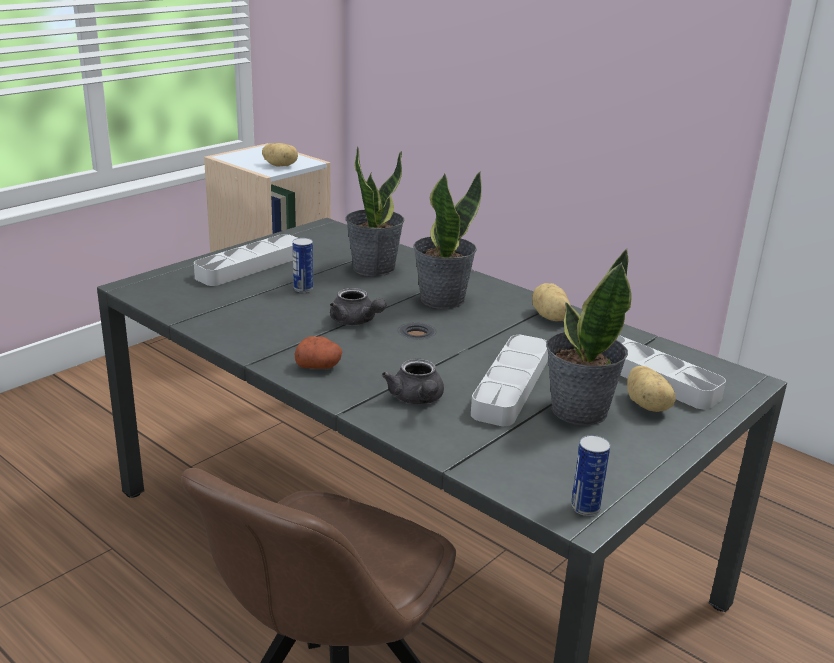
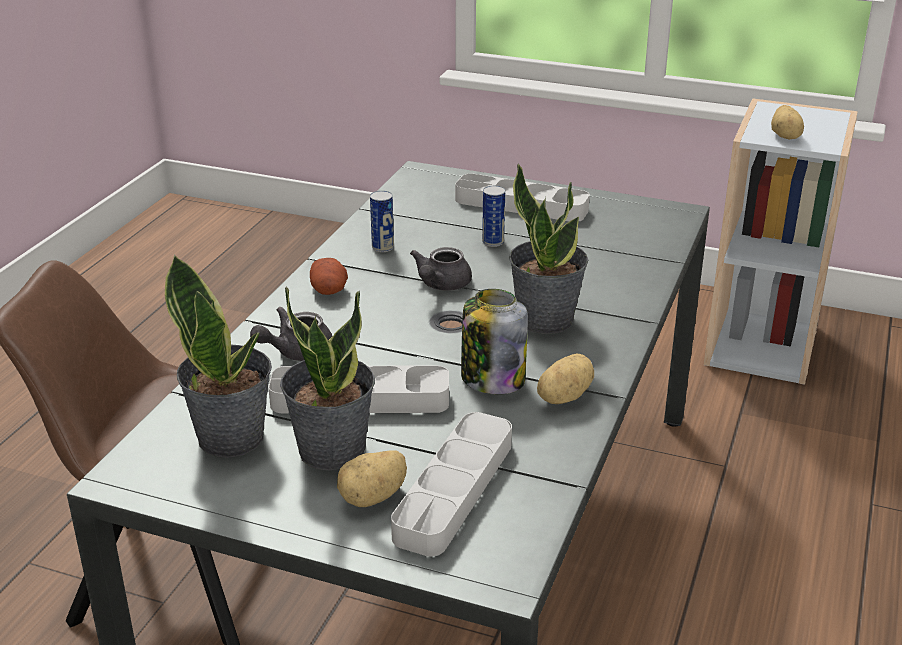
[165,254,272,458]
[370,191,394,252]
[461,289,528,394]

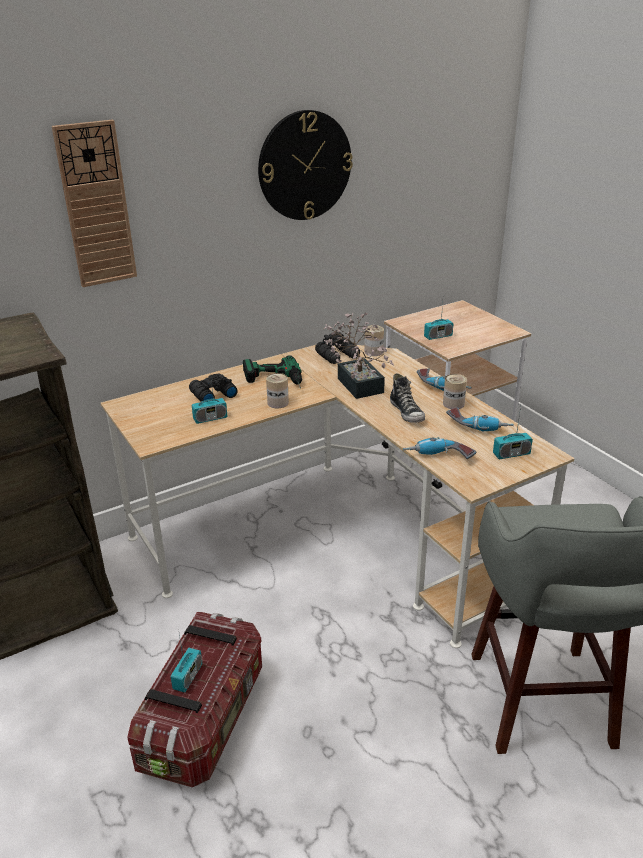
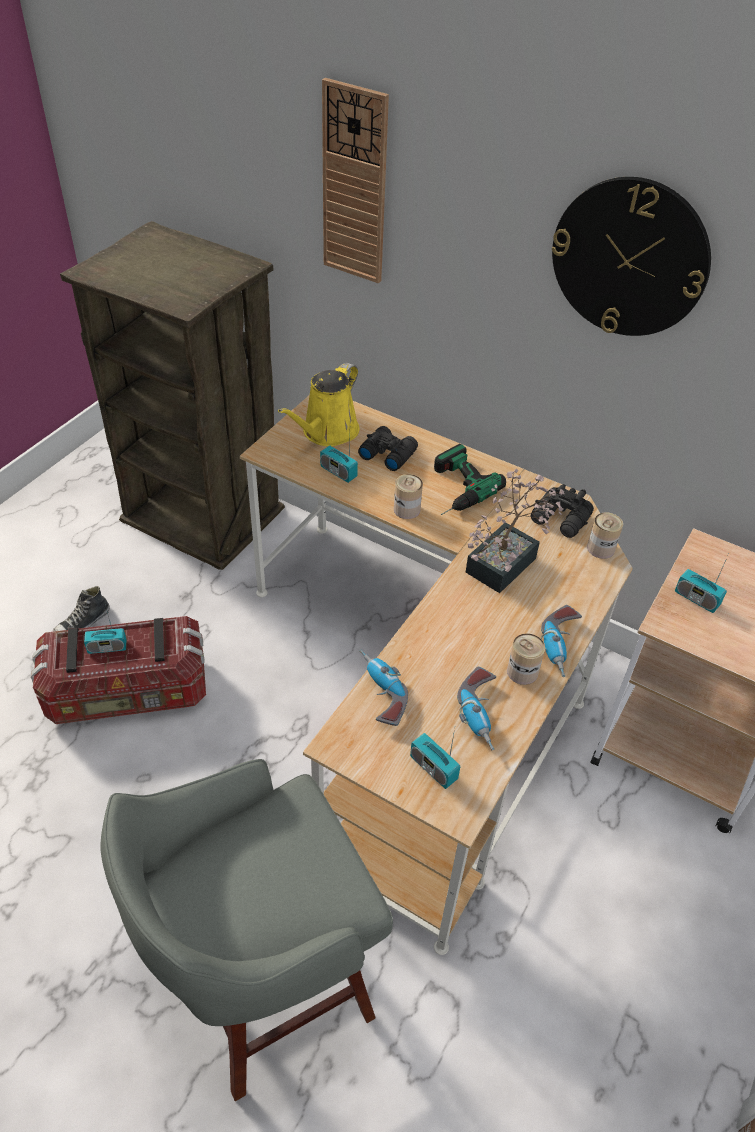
[53,586,110,632]
[278,363,360,447]

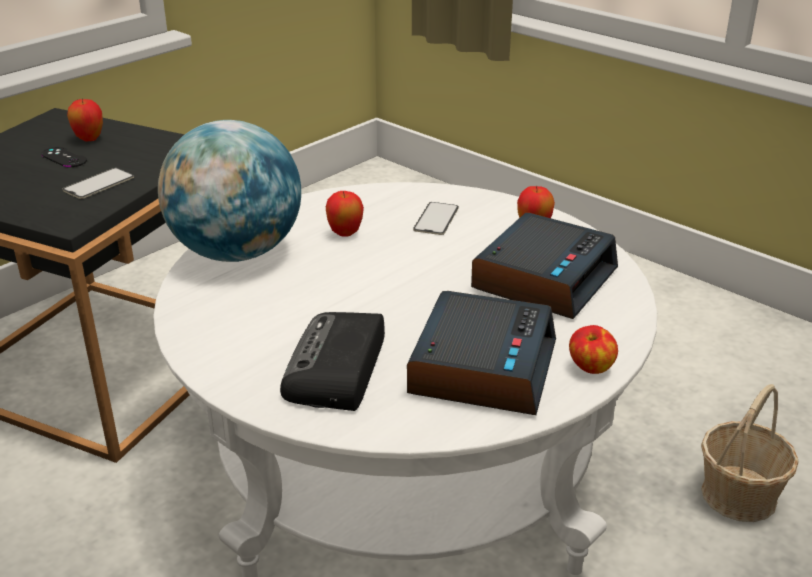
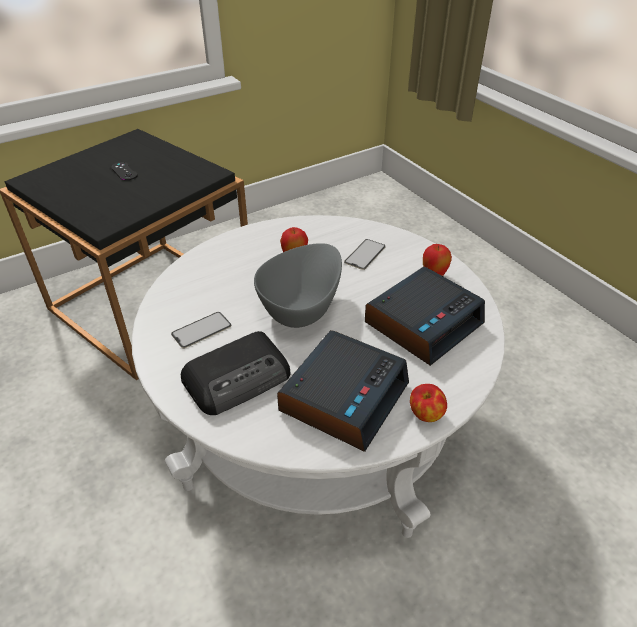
[171,312,231,348]
[181,331,291,415]
[254,243,342,328]
[67,98,103,141] (first image)
[158,120,301,262] (first image)
[701,384,799,522] (first image)

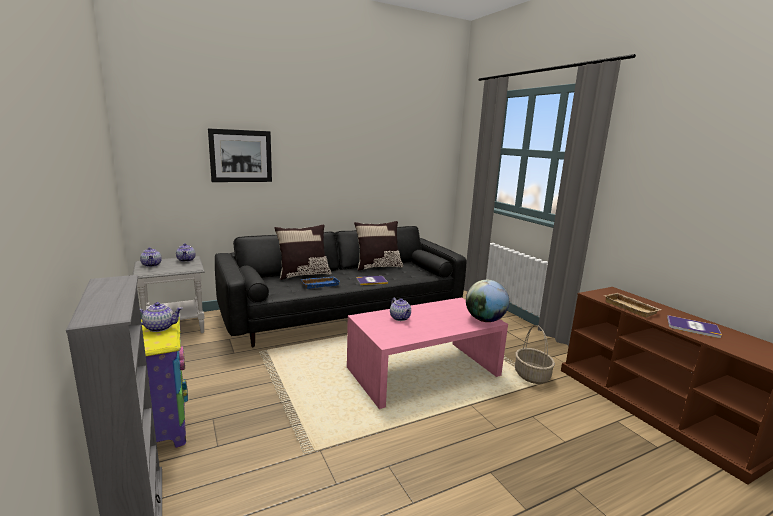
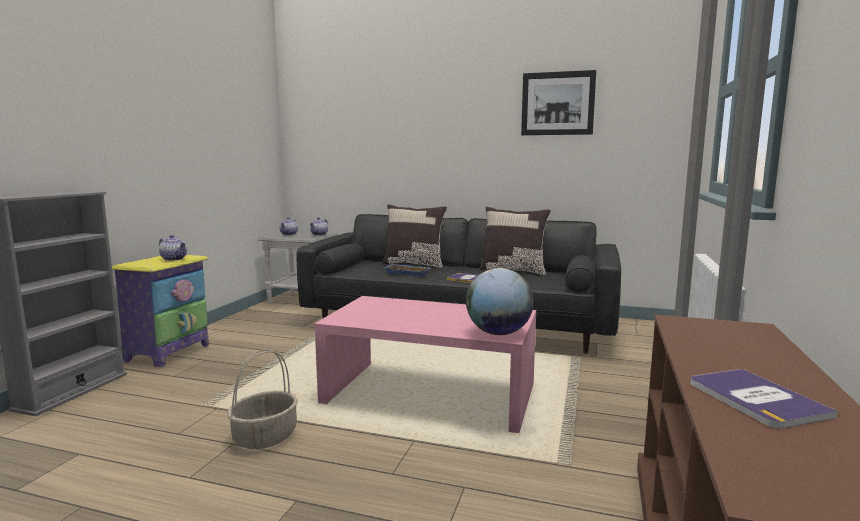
[227,349,298,449]
[521,70,596,135]
[390,298,411,321] (first image)
[604,293,661,318] (first image)

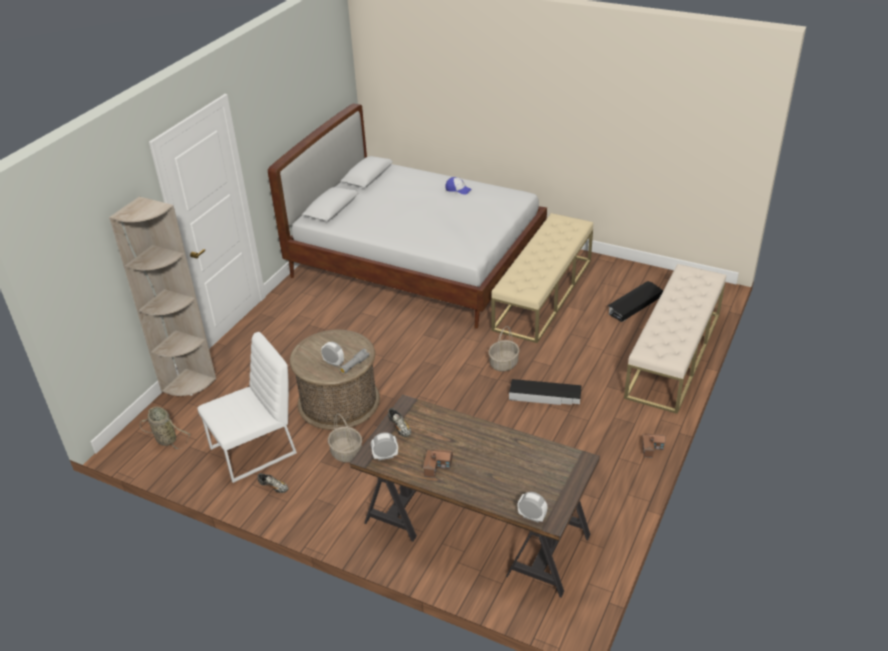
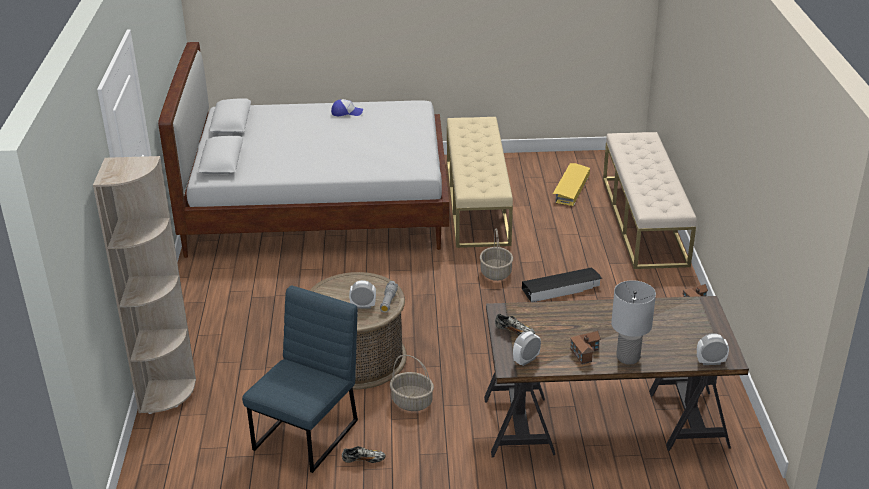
[242,286,358,473]
[553,163,590,206]
[611,280,656,365]
[140,406,190,449] (first image)

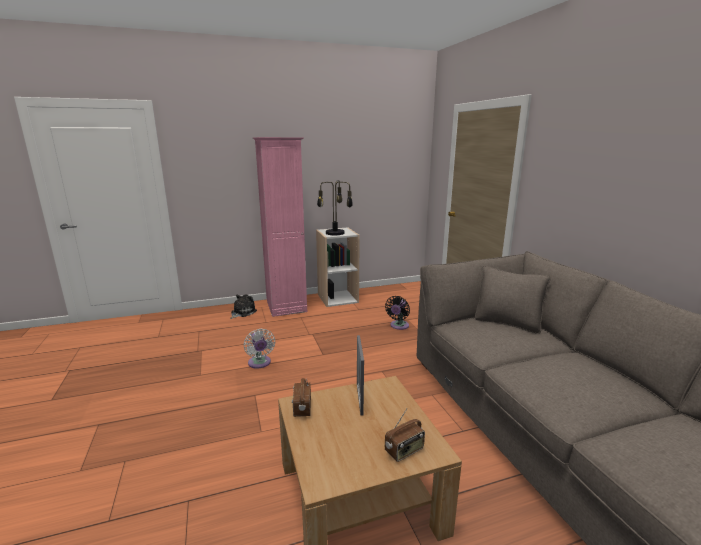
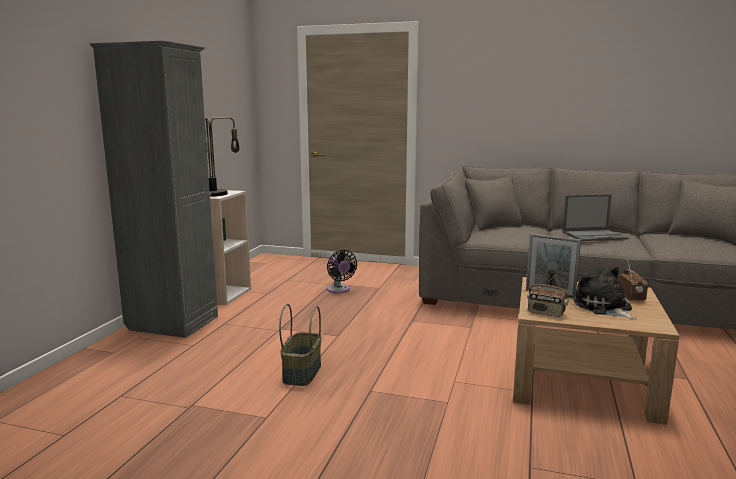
[90,41,218,338]
[279,304,322,386]
[563,194,629,241]
[573,266,637,320]

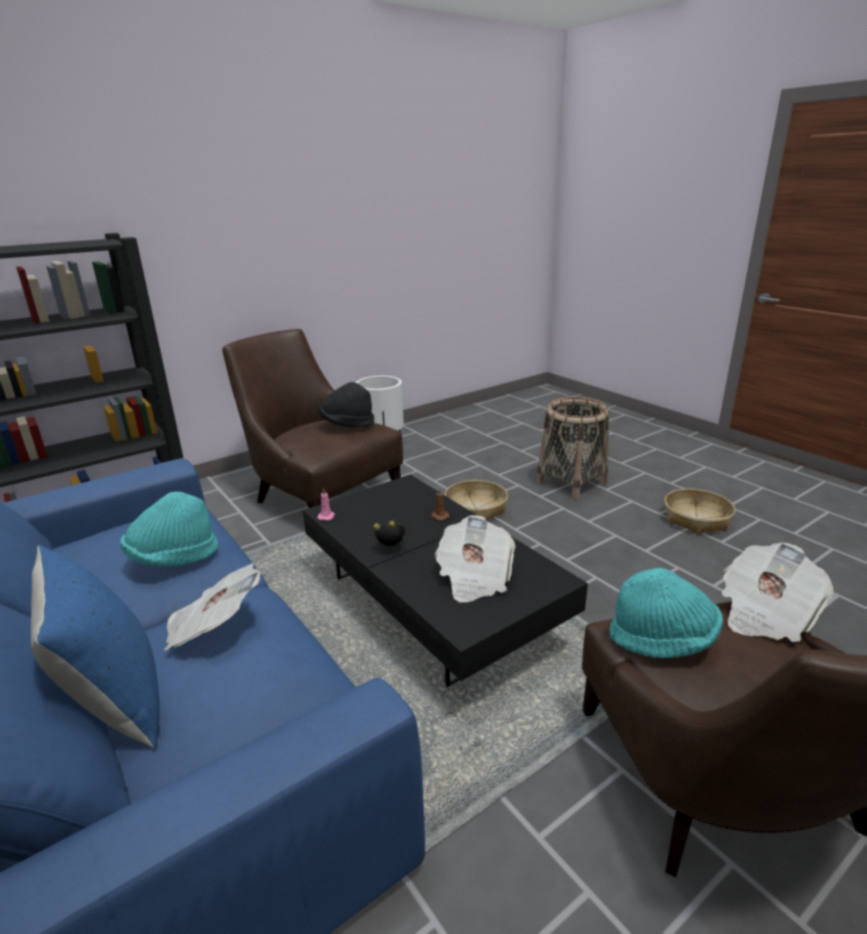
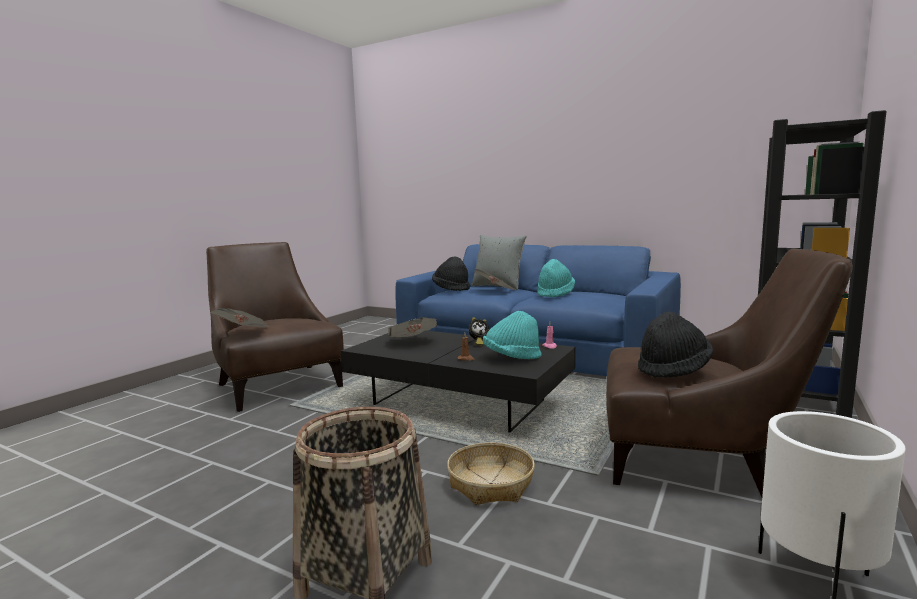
[432,257,470,291]
[471,235,527,290]
[483,311,541,359]
[664,489,735,534] (first image)

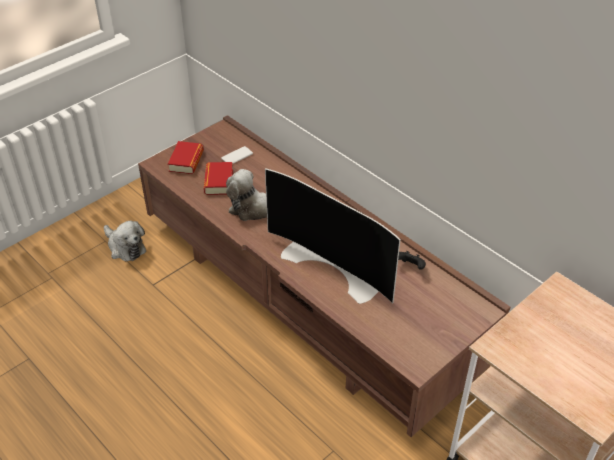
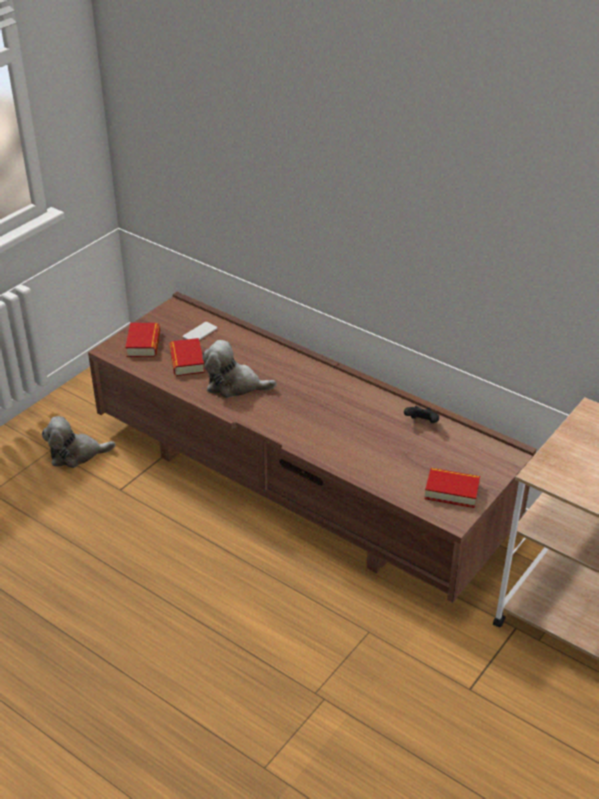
[42,416,116,468]
[424,468,480,508]
[265,169,401,304] (first image)

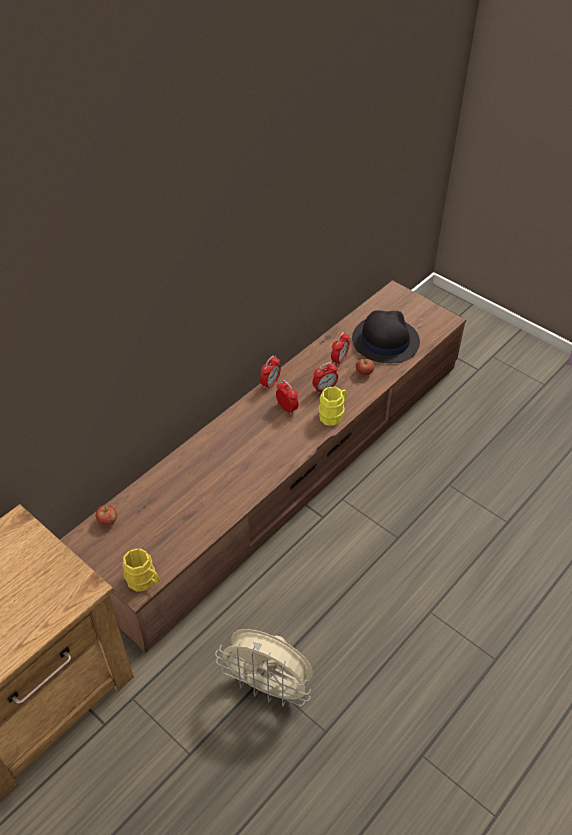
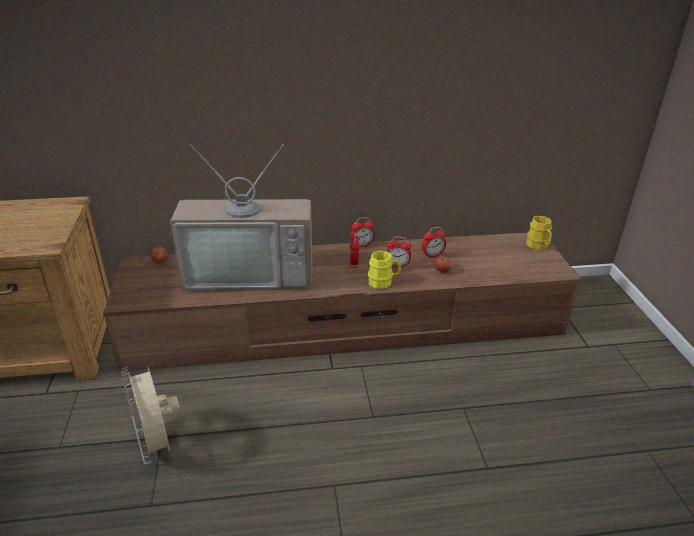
[170,145,312,290]
[526,216,552,250]
[352,310,420,363] (first image)

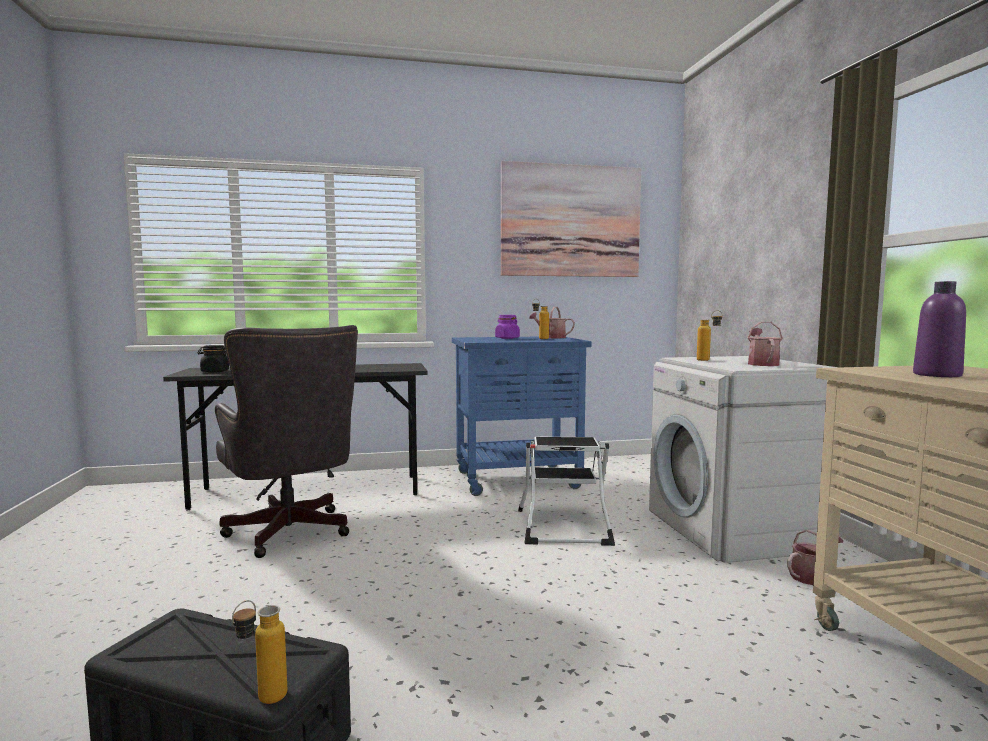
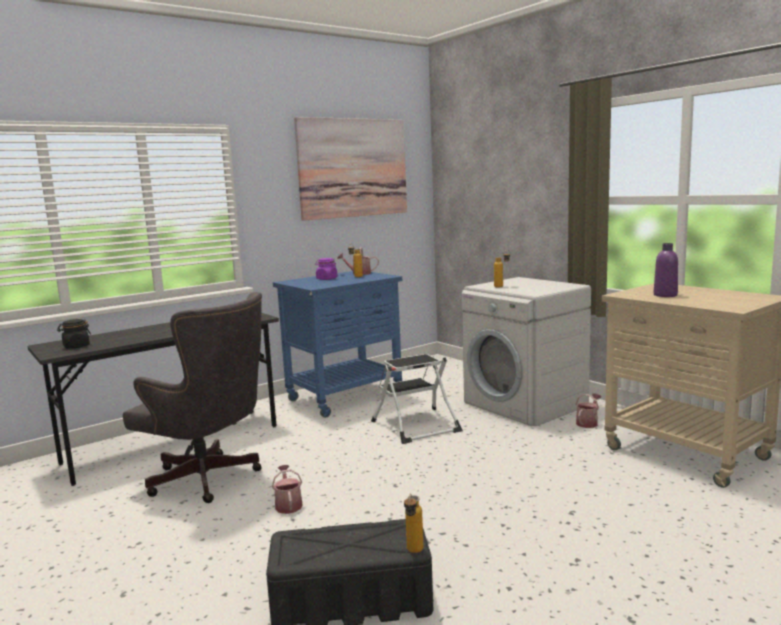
[272,465,303,514]

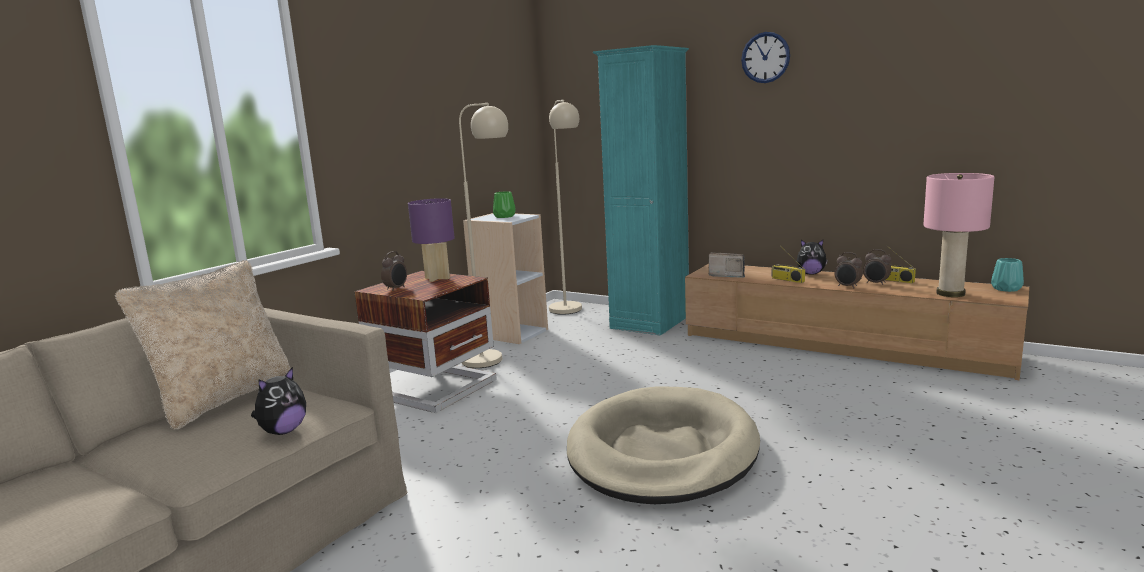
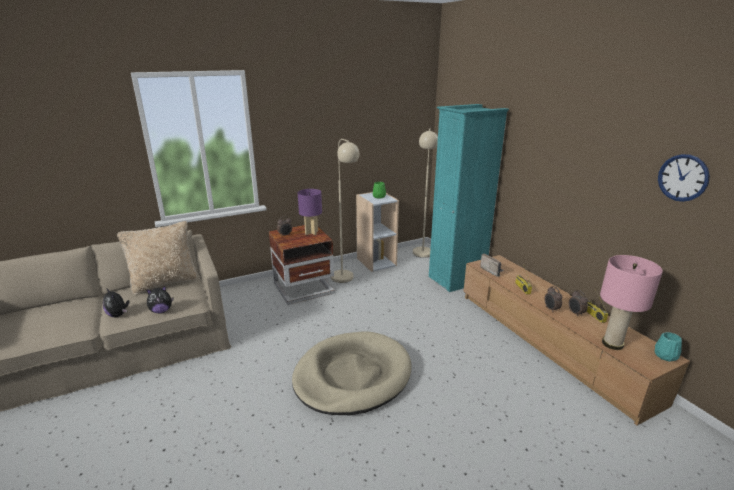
[103,288,130,317]
[658,154,710,202]

